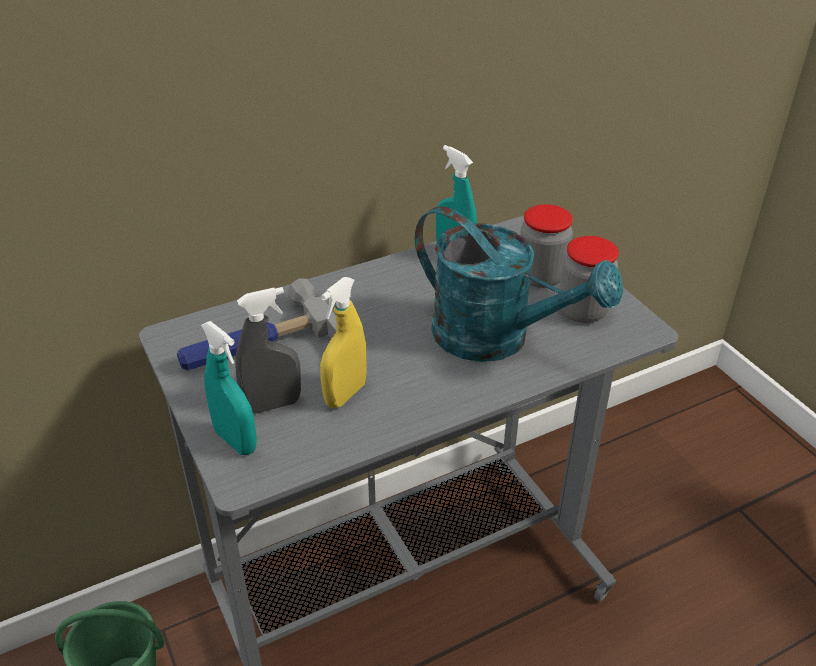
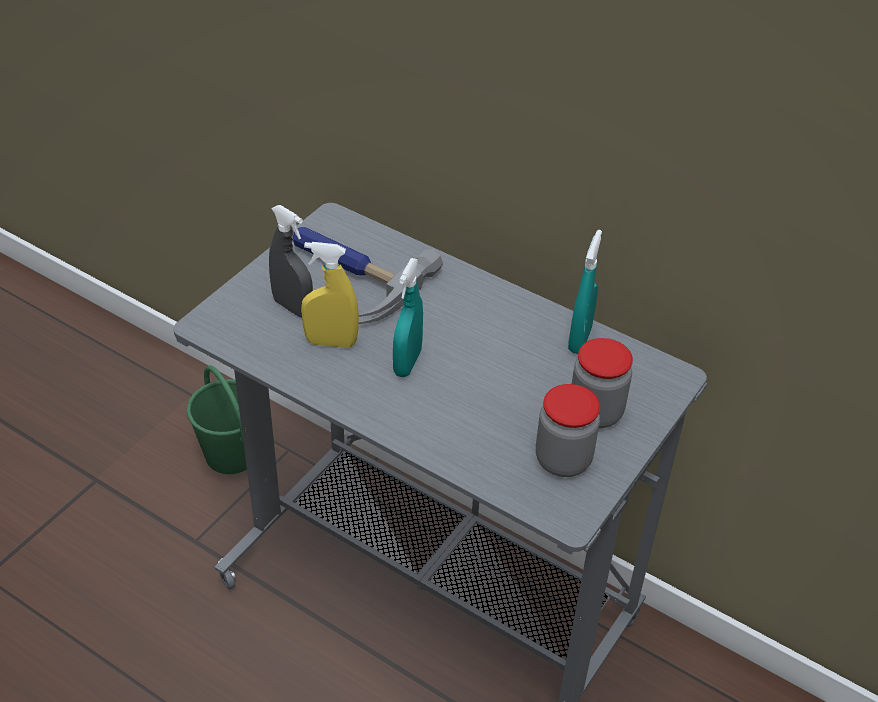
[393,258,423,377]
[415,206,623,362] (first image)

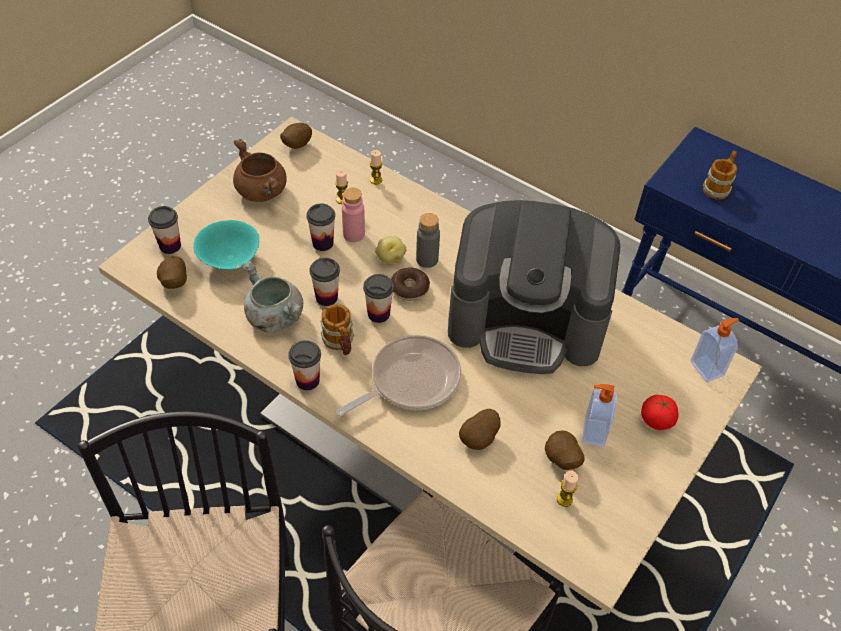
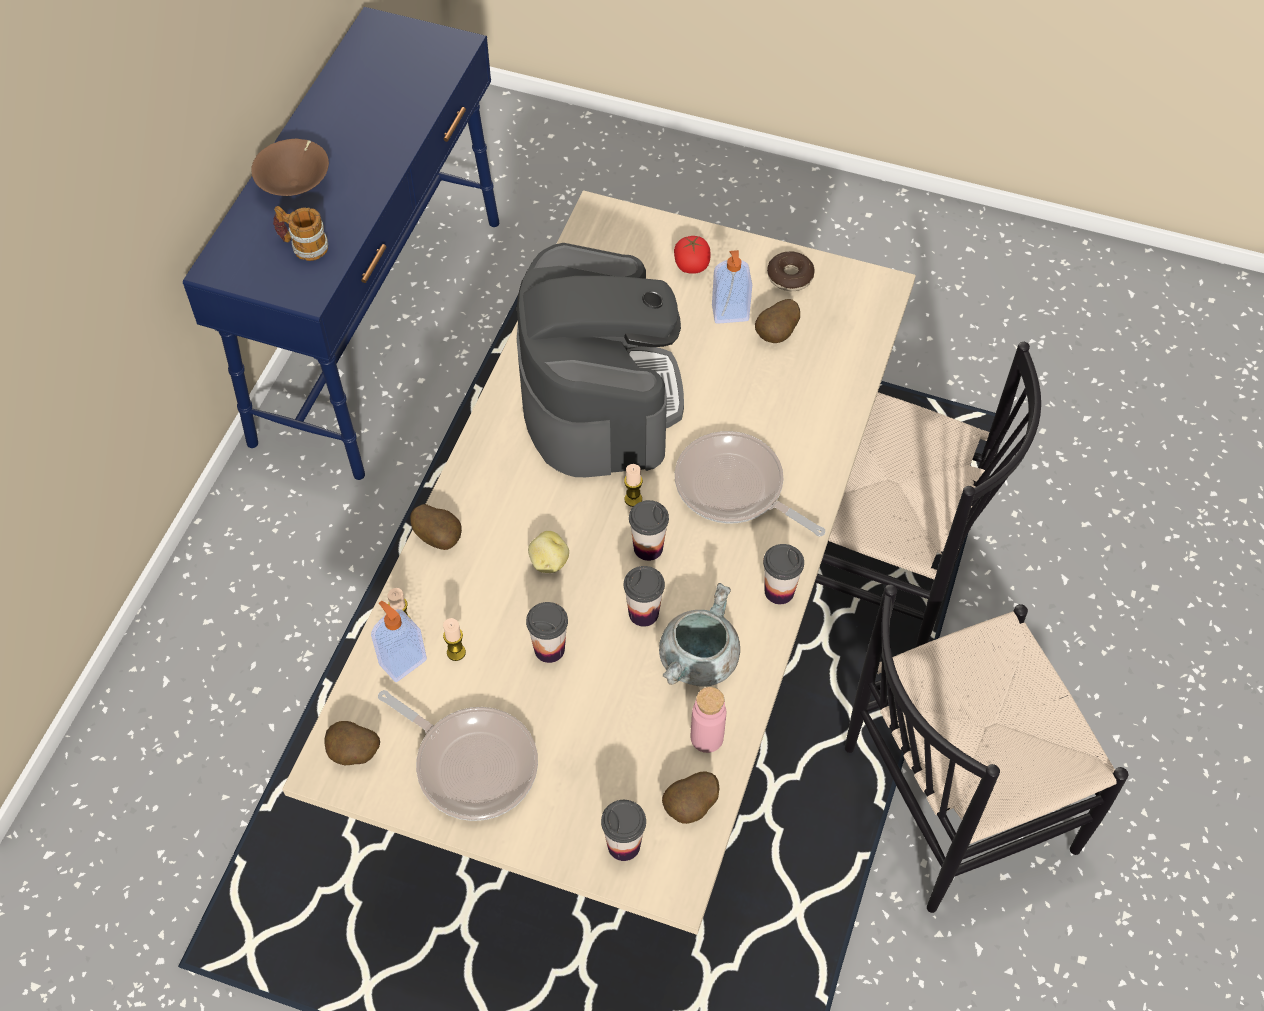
[251,139,329,196]
[371,601,427,682]
[378,690,538,821]
[410,504,462,550]
[624,464,643,507]
[691,687,726,753]
[767,251,815,291]
[193,220,259,270] (first image)
[320,304,354,355] (first image)
[416,213,440,268] (first image)

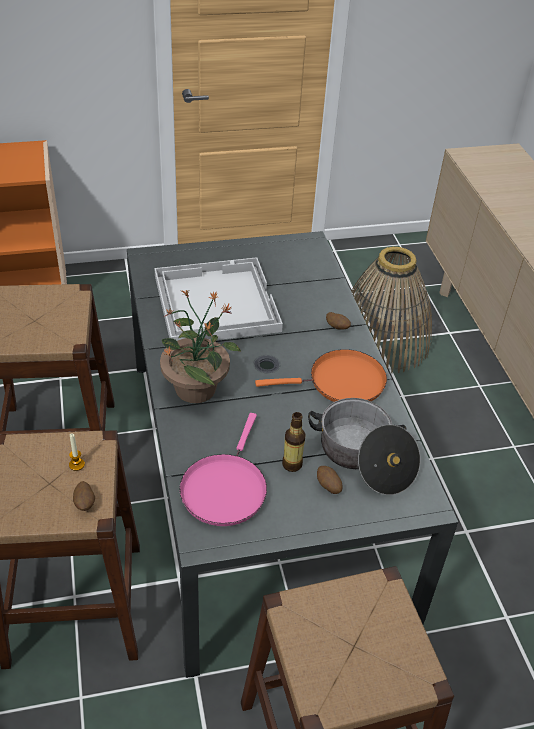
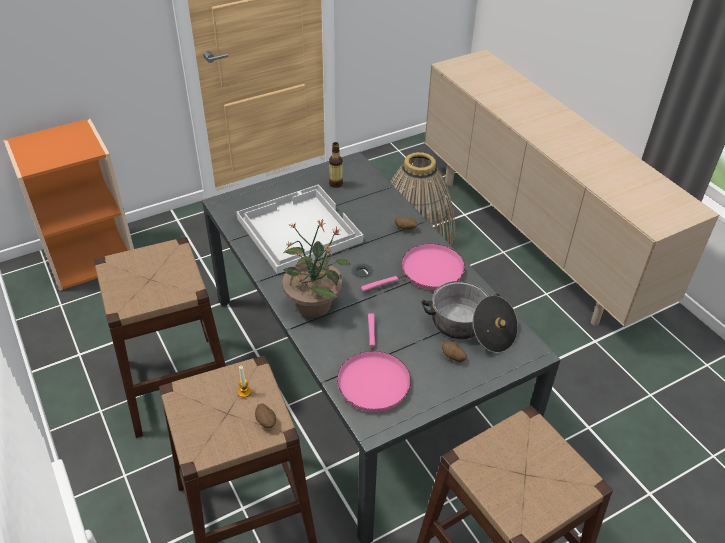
[329,142,343,188]
[361,244,465,291]

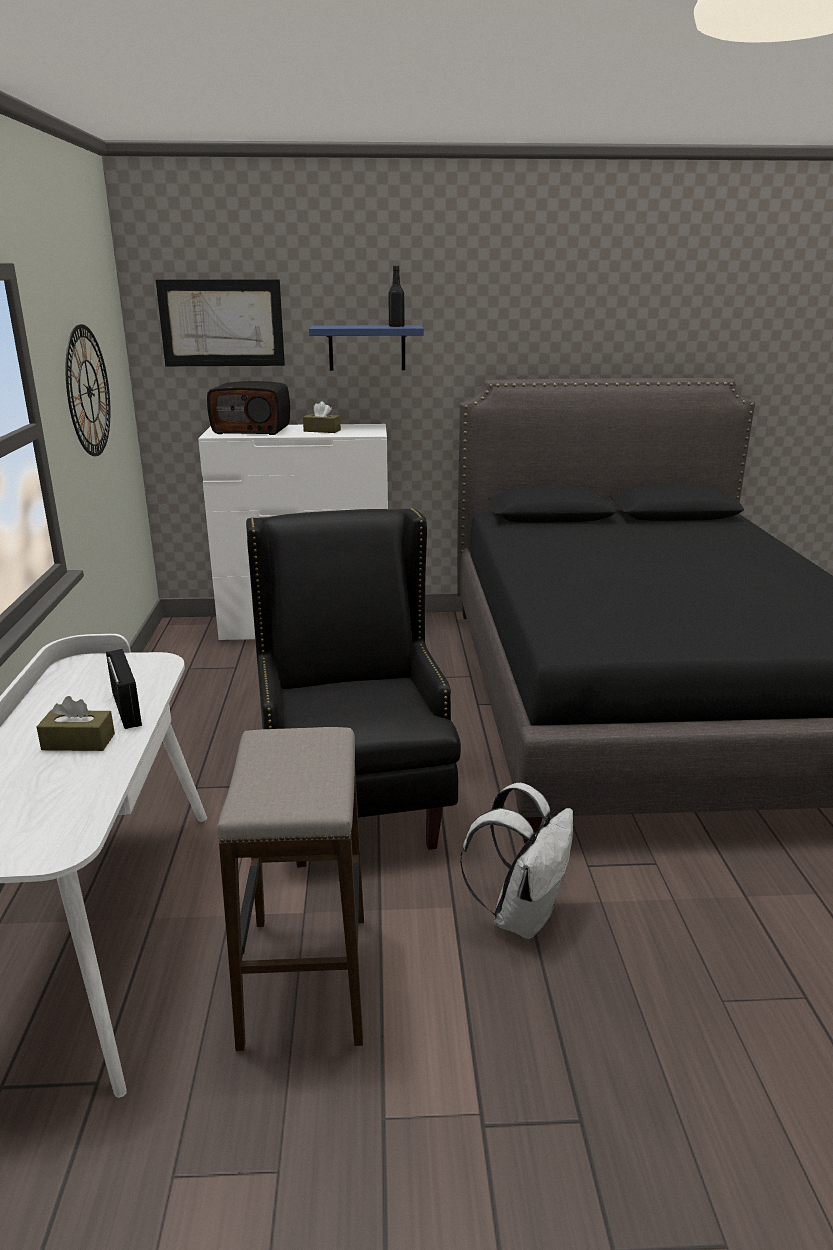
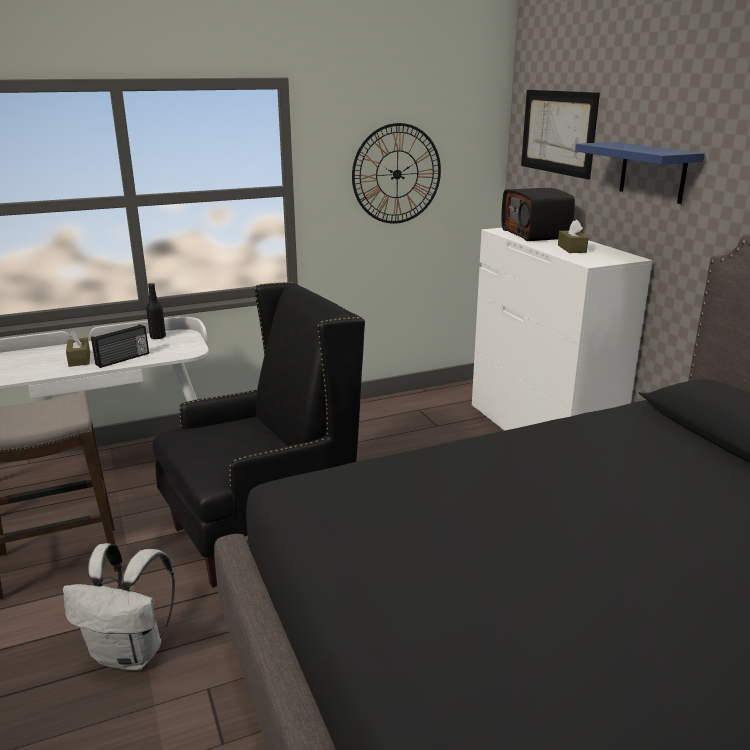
[146,283,166,339]

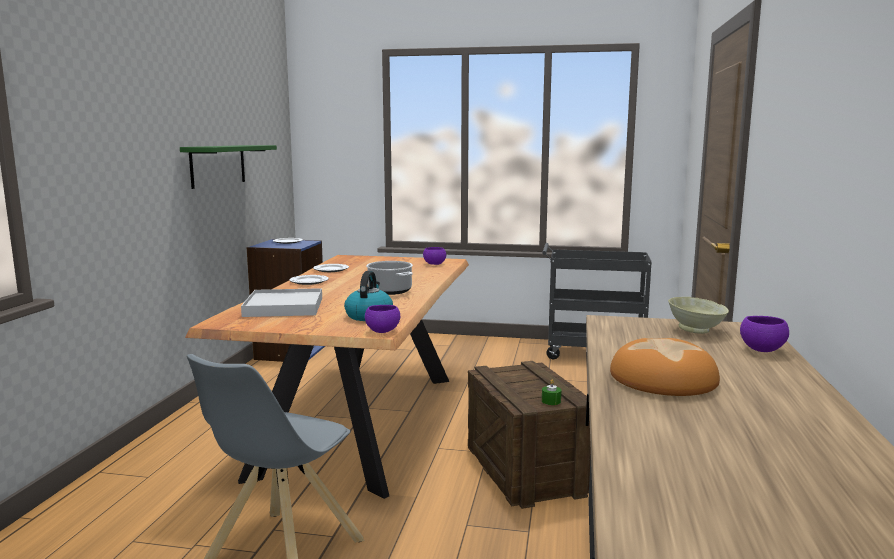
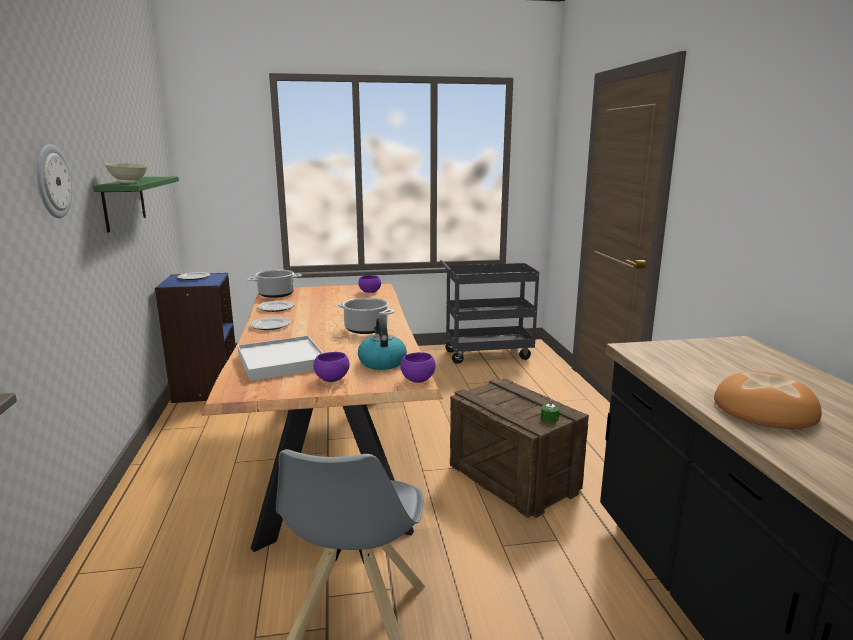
[36,144,72,218]
[105,163,148,184]
[247,270,302,298]
[314,352,350,382]

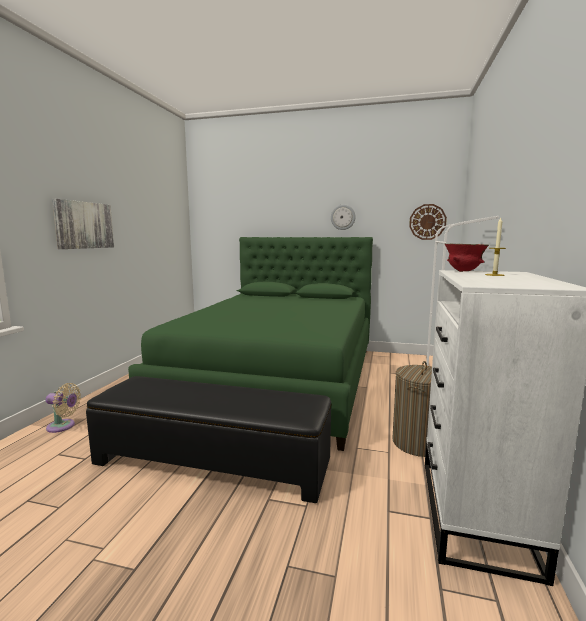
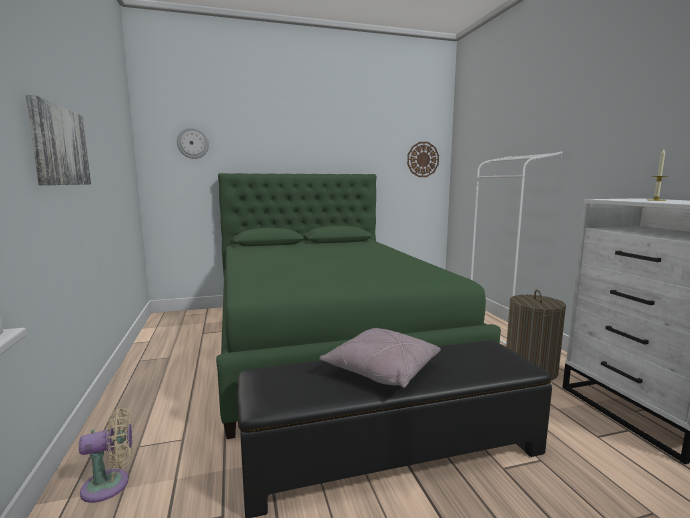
[177,127,209,159]
[319,328,441,388]
[445,244,489,272] (first image)

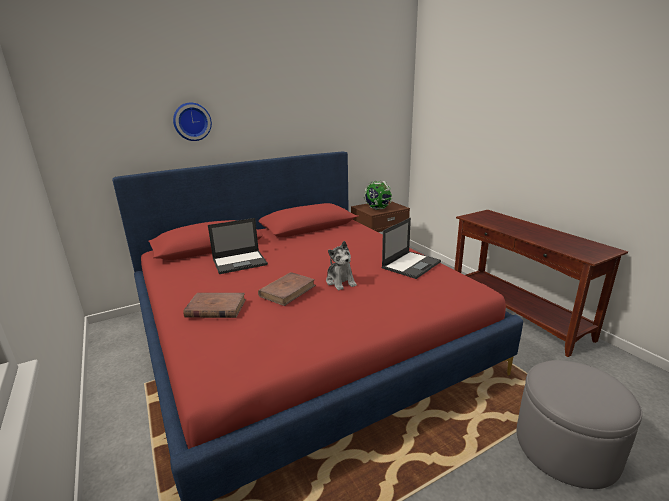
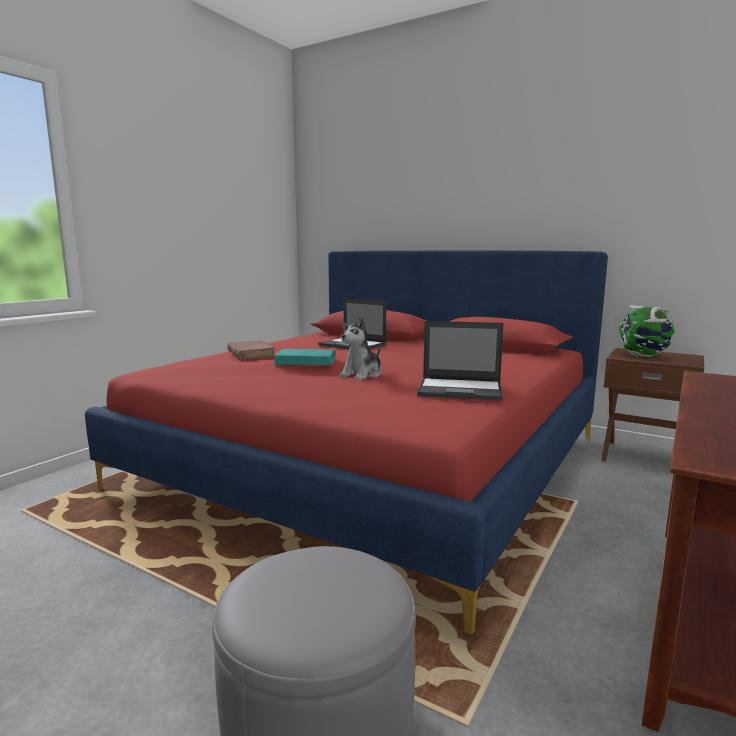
[273,349,336,365]
[173,102,212,141] (first image)

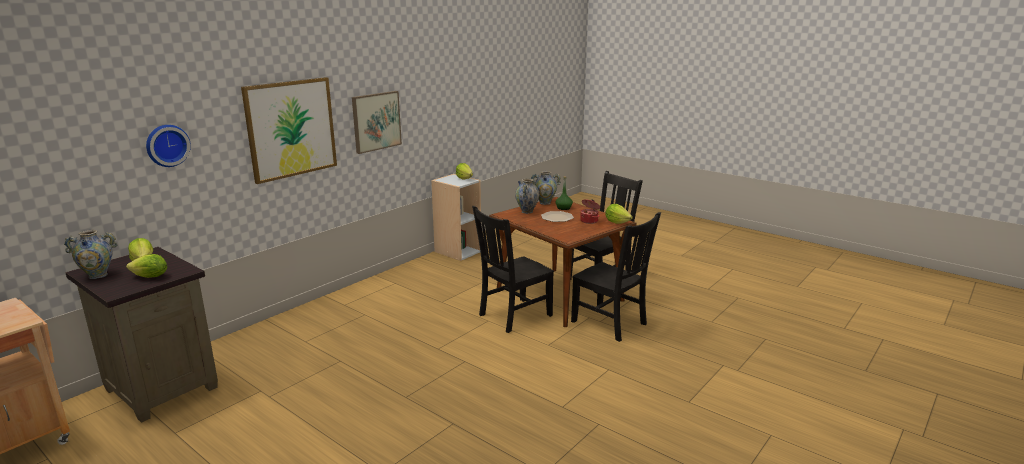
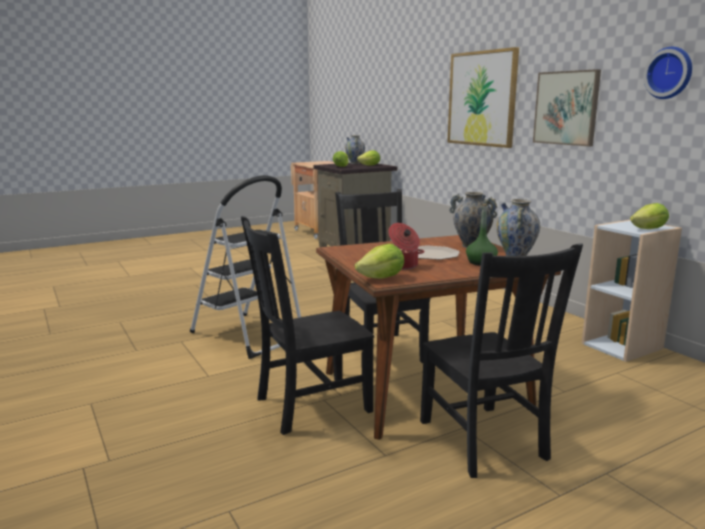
[190,175,301,359]
[643,47,692,99]

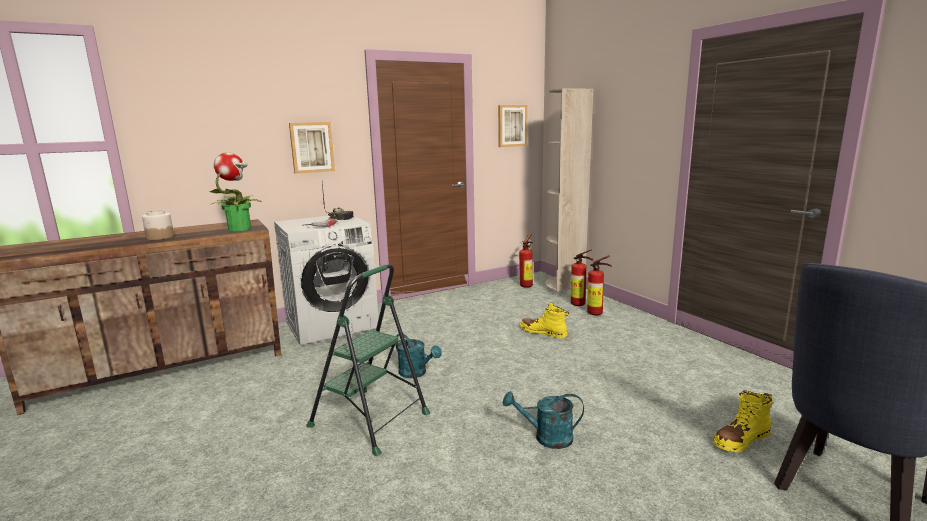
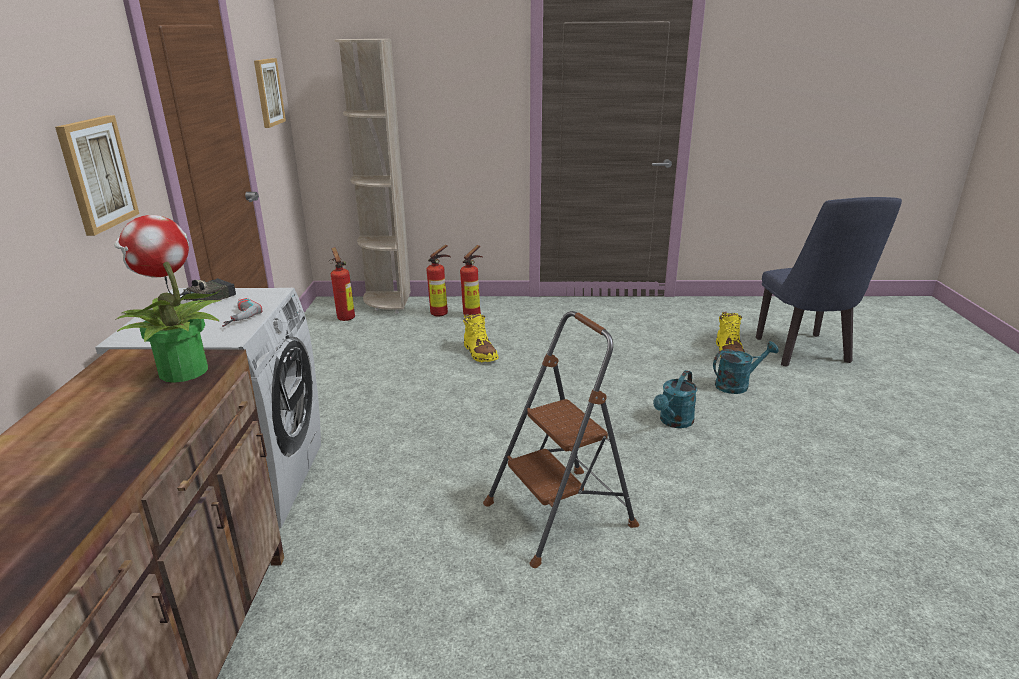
[463,314,499,362]
[483,311,639,568]
[713,341,779,394]
[142,210,174,240] (first image)

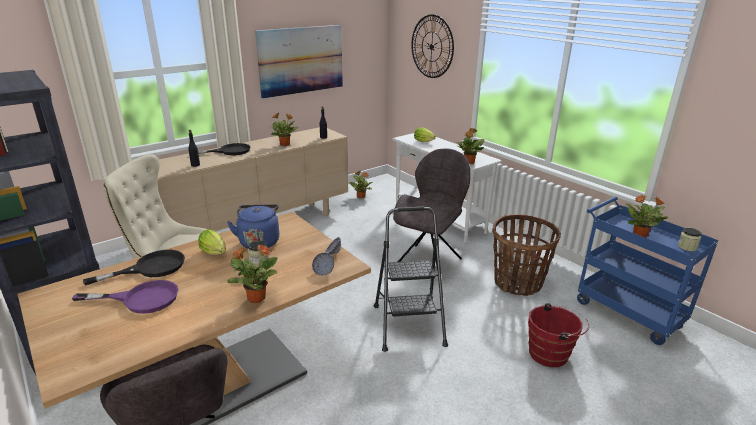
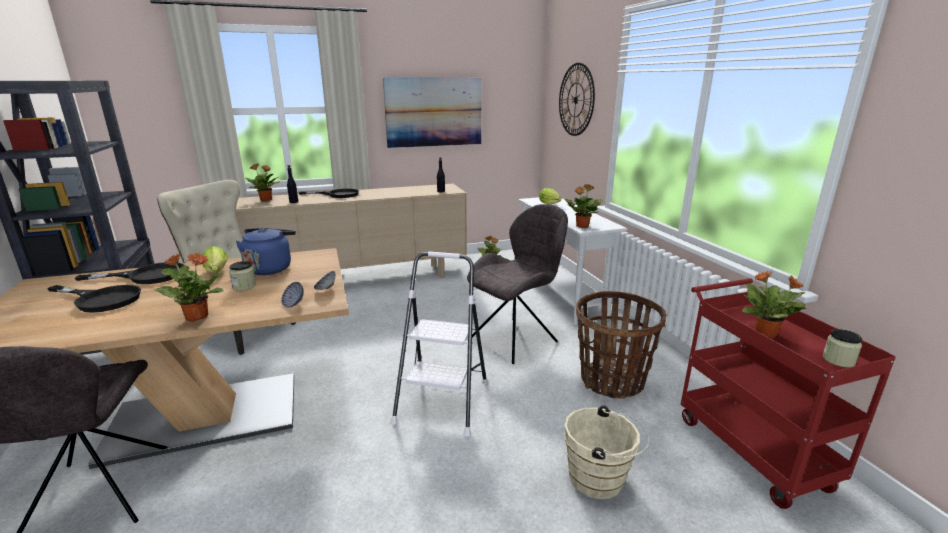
[47,285,141,313]
[245,163,280,201]
[390,251,488,436]
[564,405,650,499]
[681,278,896,509]

